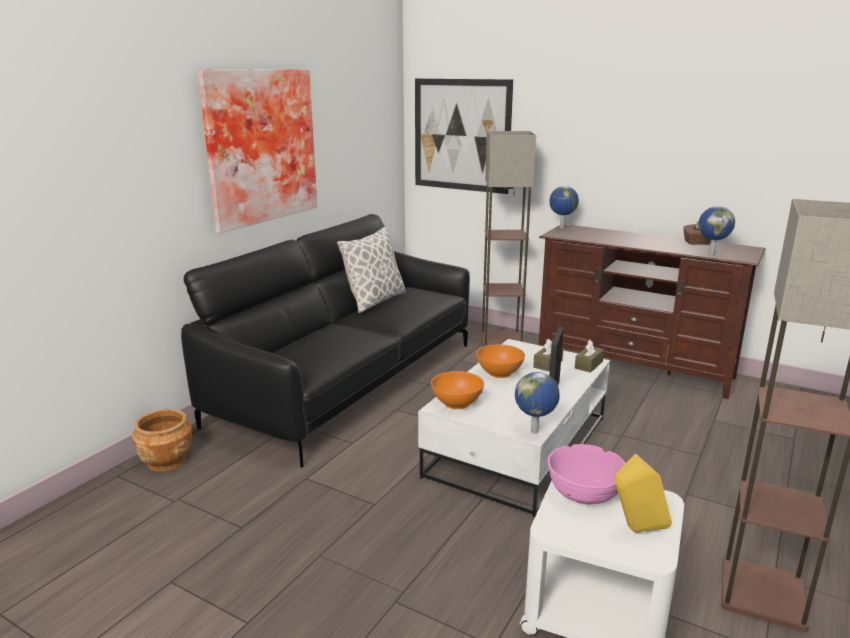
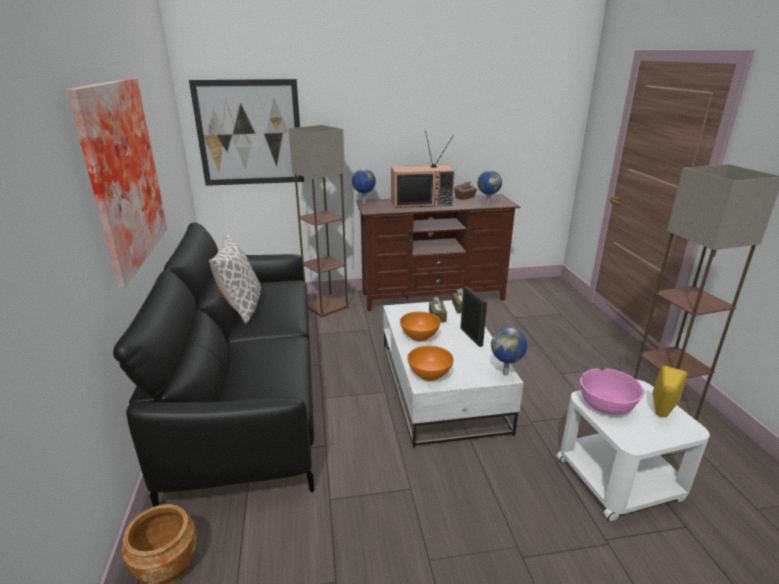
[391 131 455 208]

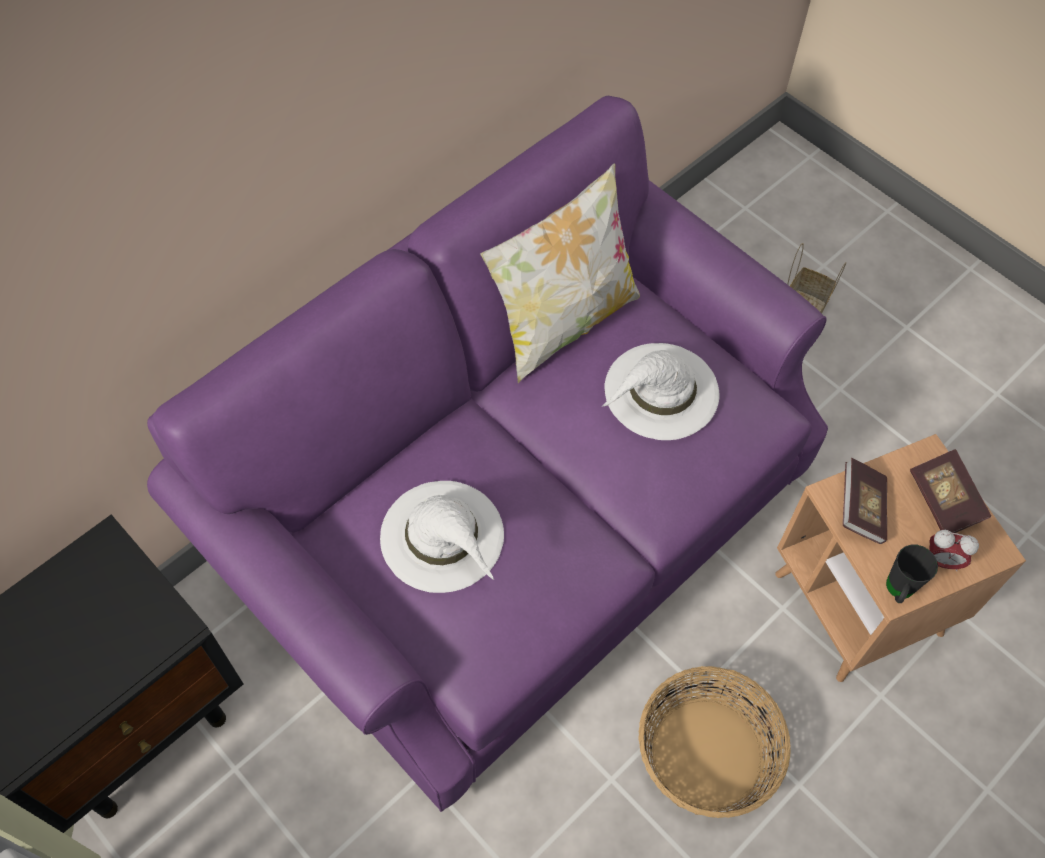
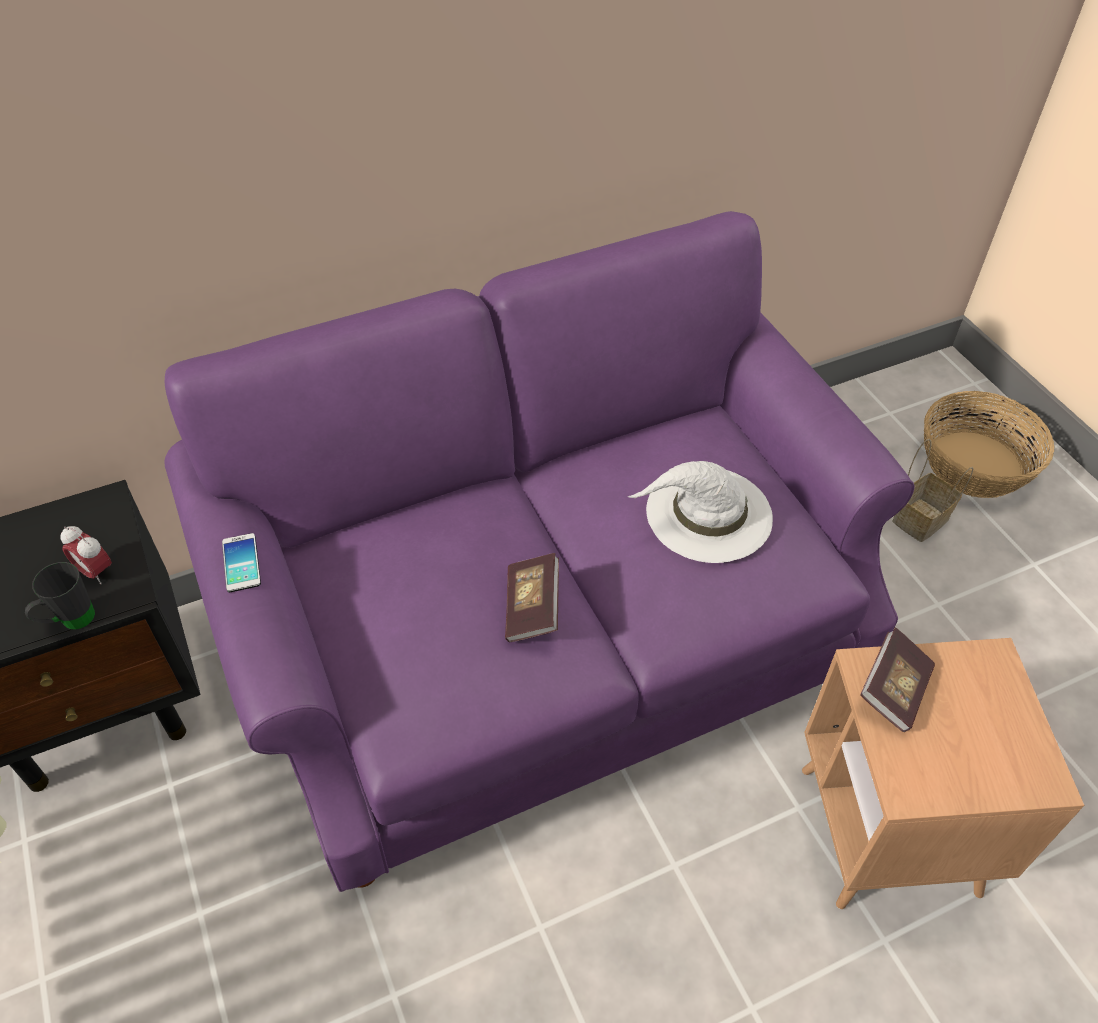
[25 562 95 630]
[61 526 112 584]
[222 533 261 592]
[505 553 559 642]
[924 391 1055 498]
[380 481 504 593] (first image)
[480 164 640 383] (first image)

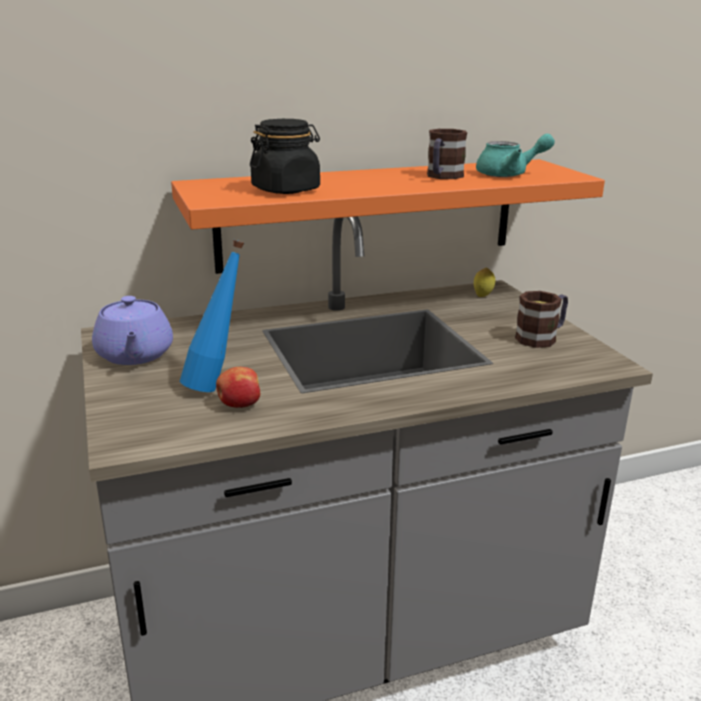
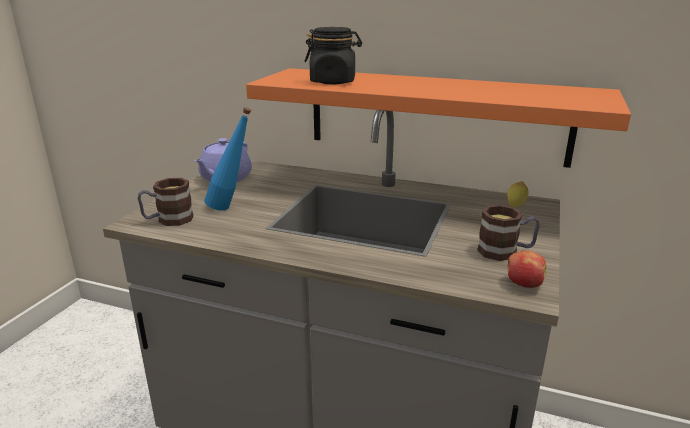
[138 178 194 226]
[508 251 546 288]
[476 134 555 177] (first image)

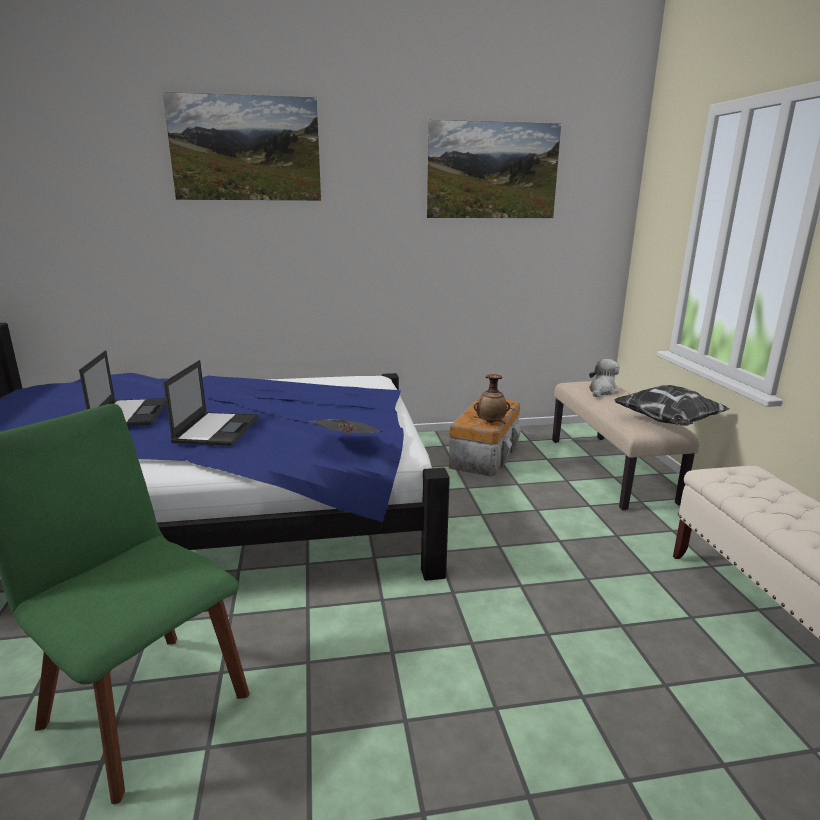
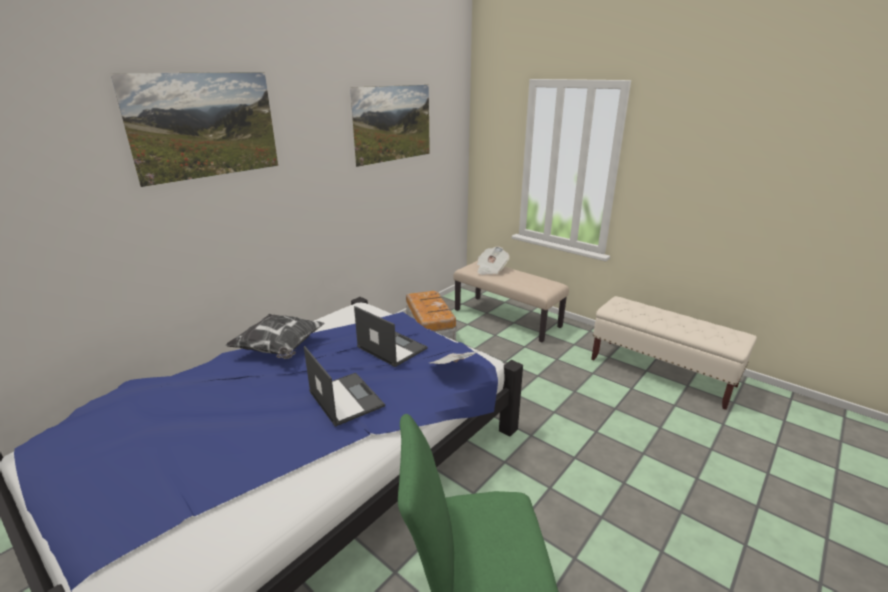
[226 314 325 359]
[354 306 428 367]
[477 246 510 275]
[474 374 510 423] (first image)

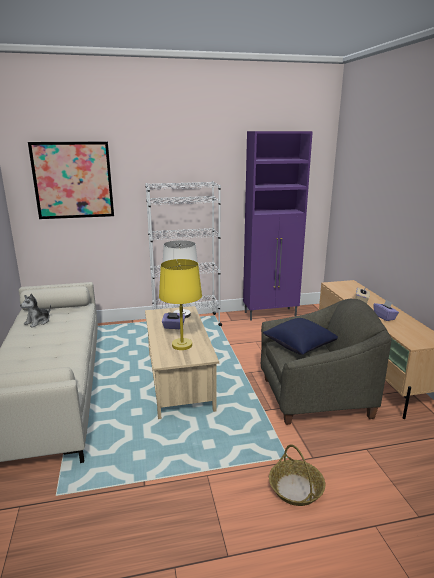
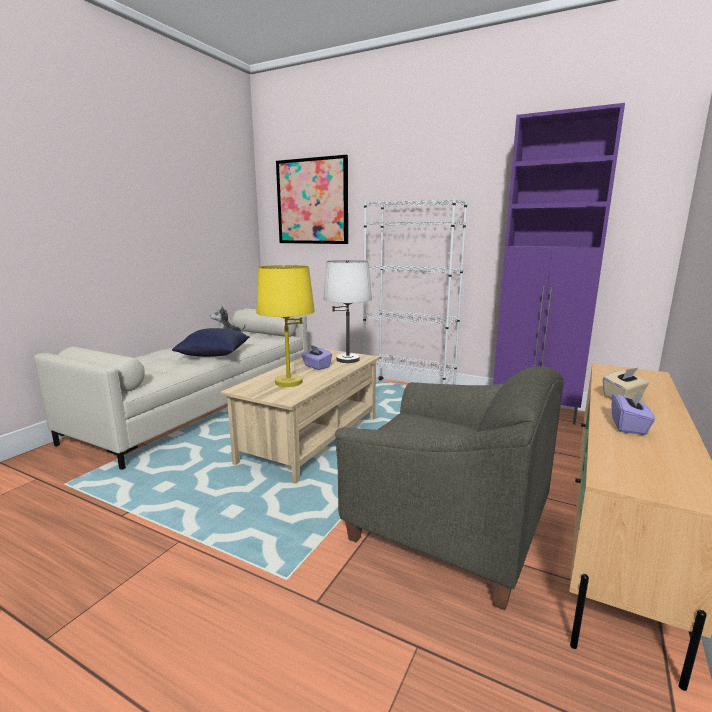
[172 328 250 357]
[269 444 325 506] (first image)

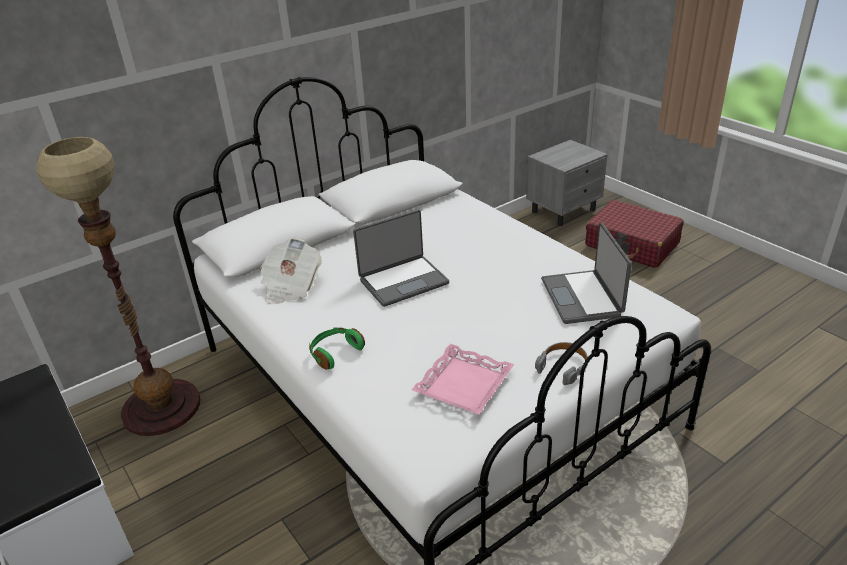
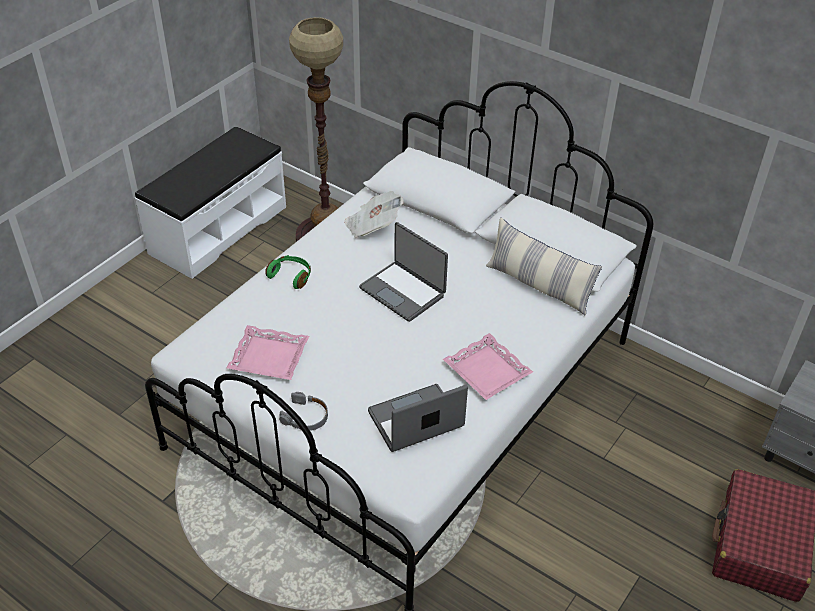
[443 333 533 400]
[486 217 602 316]

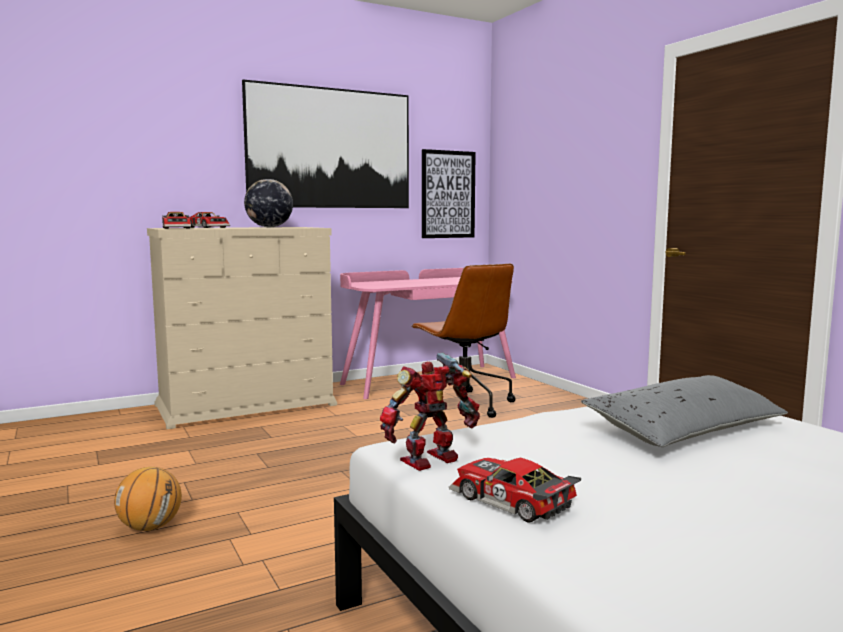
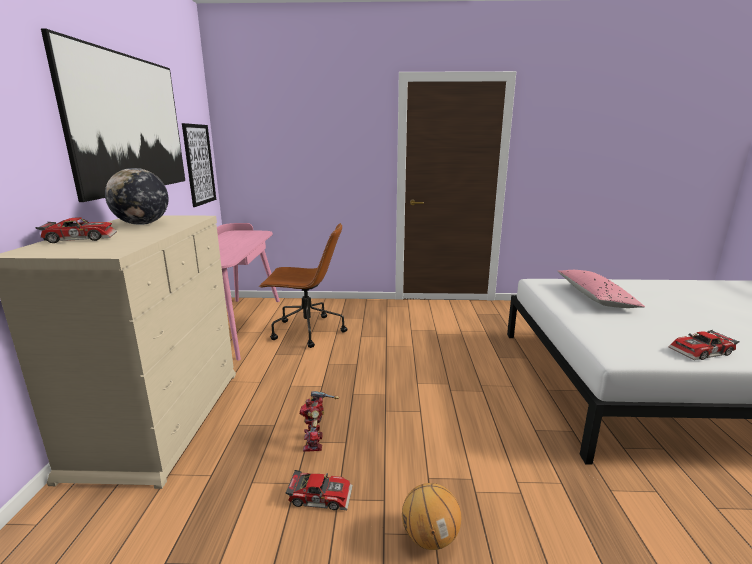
[285 470 353 510]
[300 391 339 452]
[557 270 645 308]

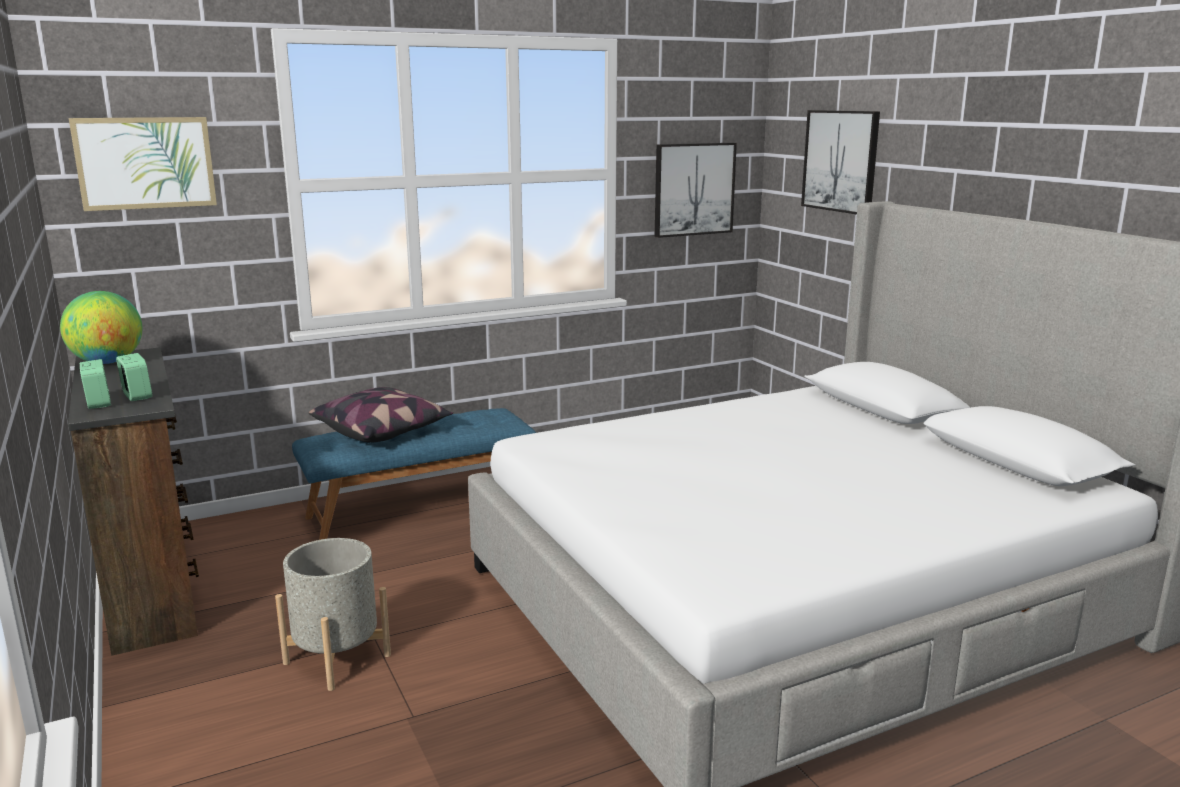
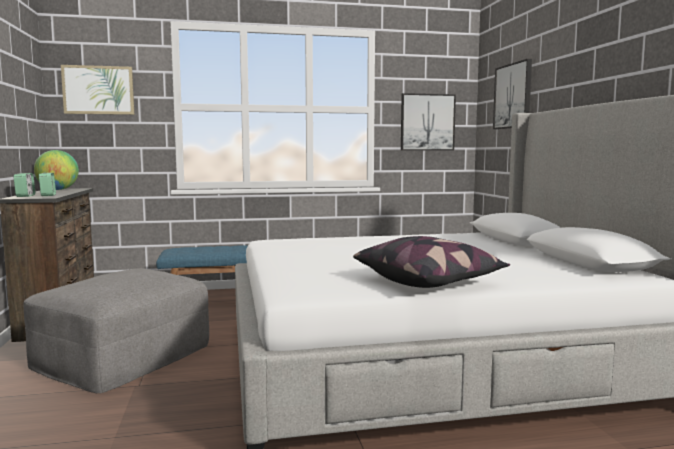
[23 269 209 393]
[353 236 510 288]

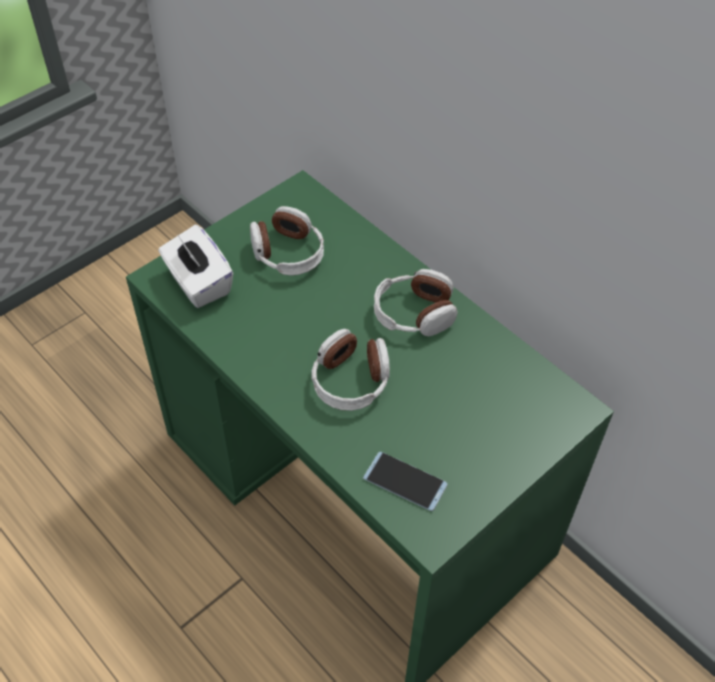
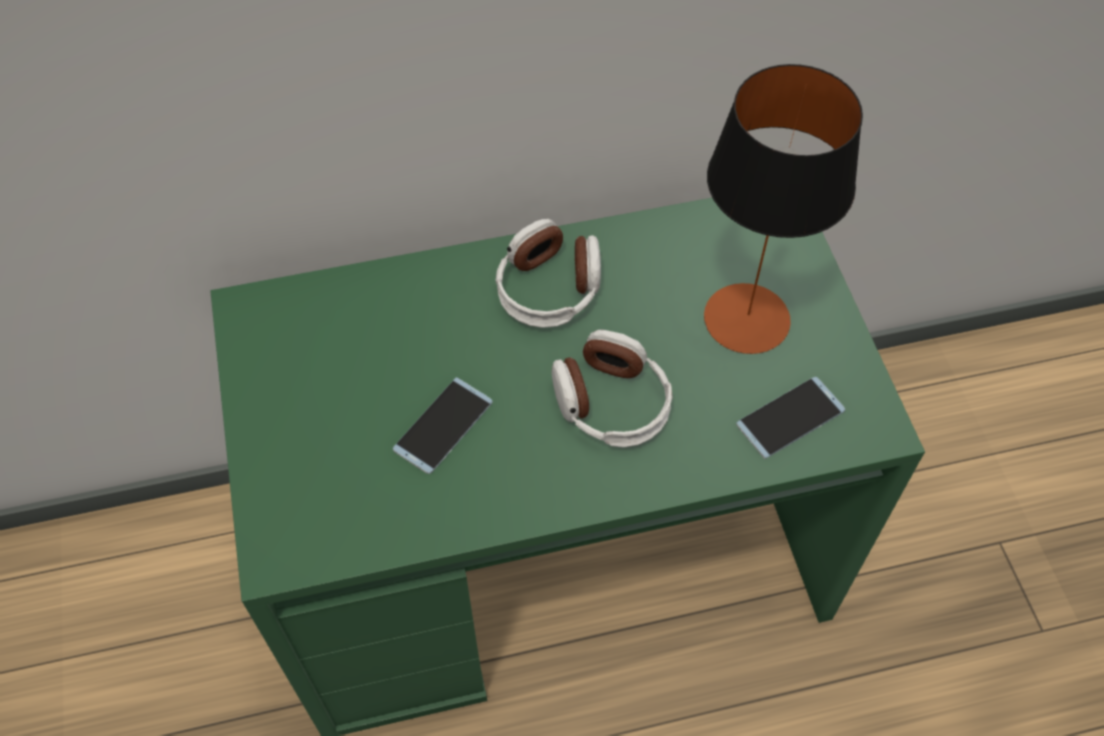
[393 377 493 474]
[704 64 863 354]
[158 225 233 308] (first image)
[250 206 324 275] (first image)

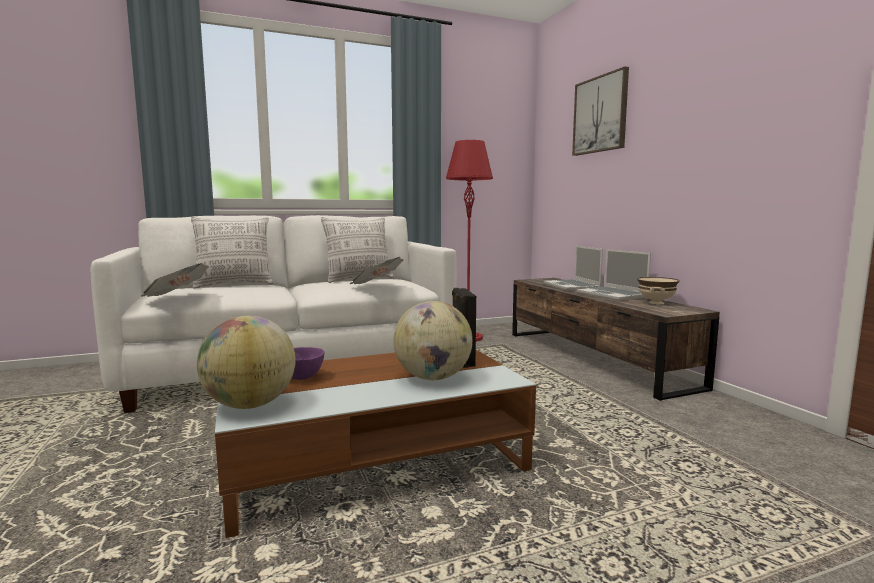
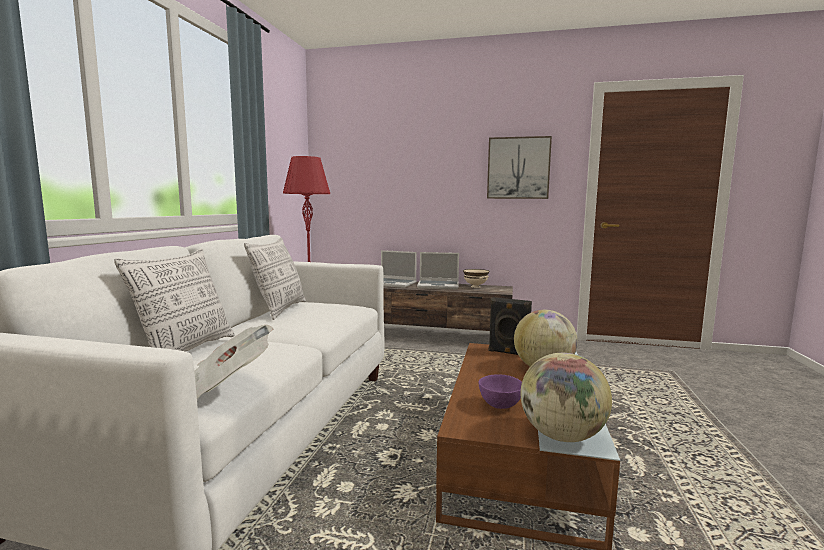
[487 136 552 199]
[350 257 404 284] (first image)

